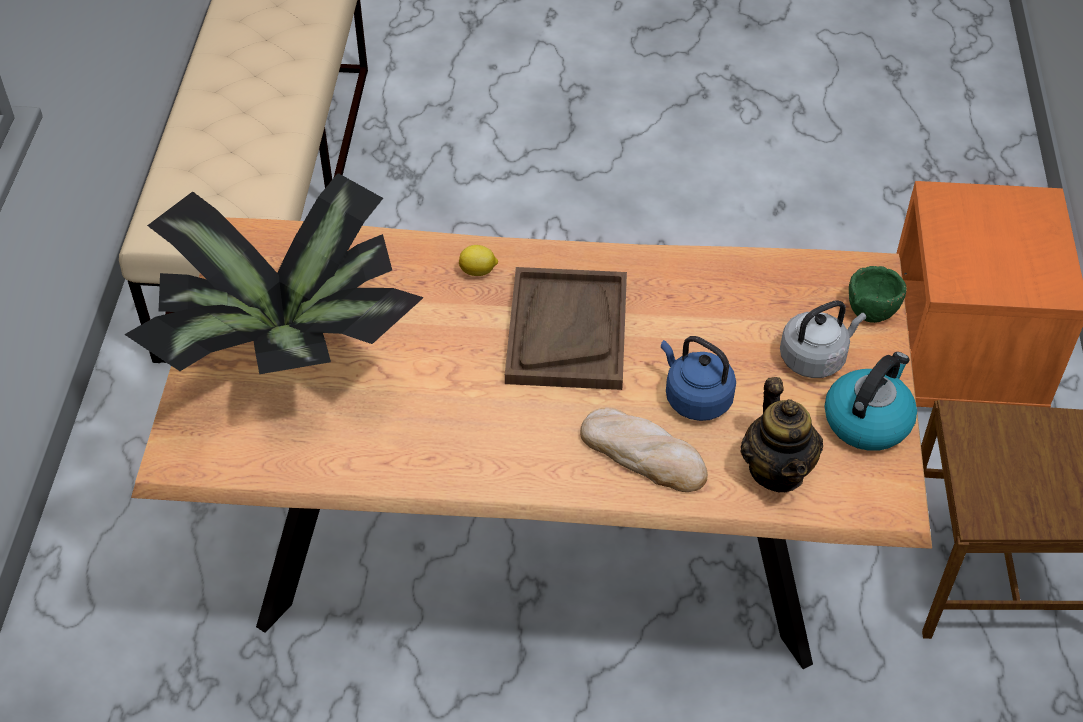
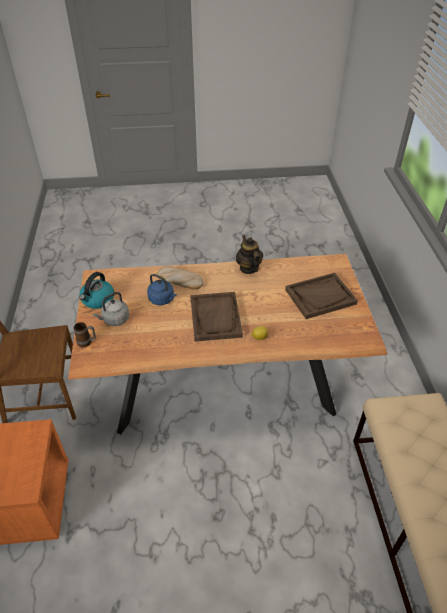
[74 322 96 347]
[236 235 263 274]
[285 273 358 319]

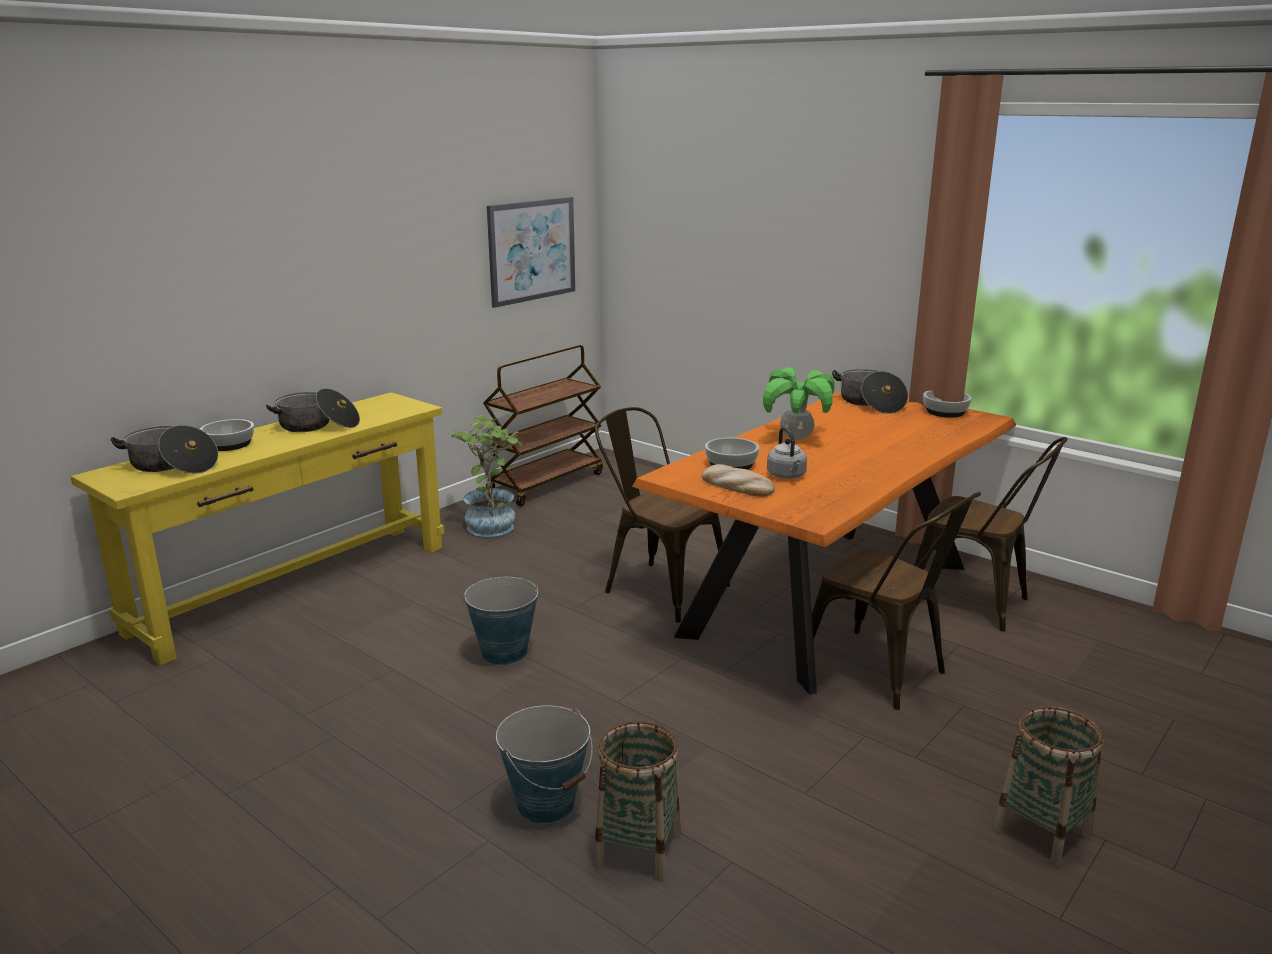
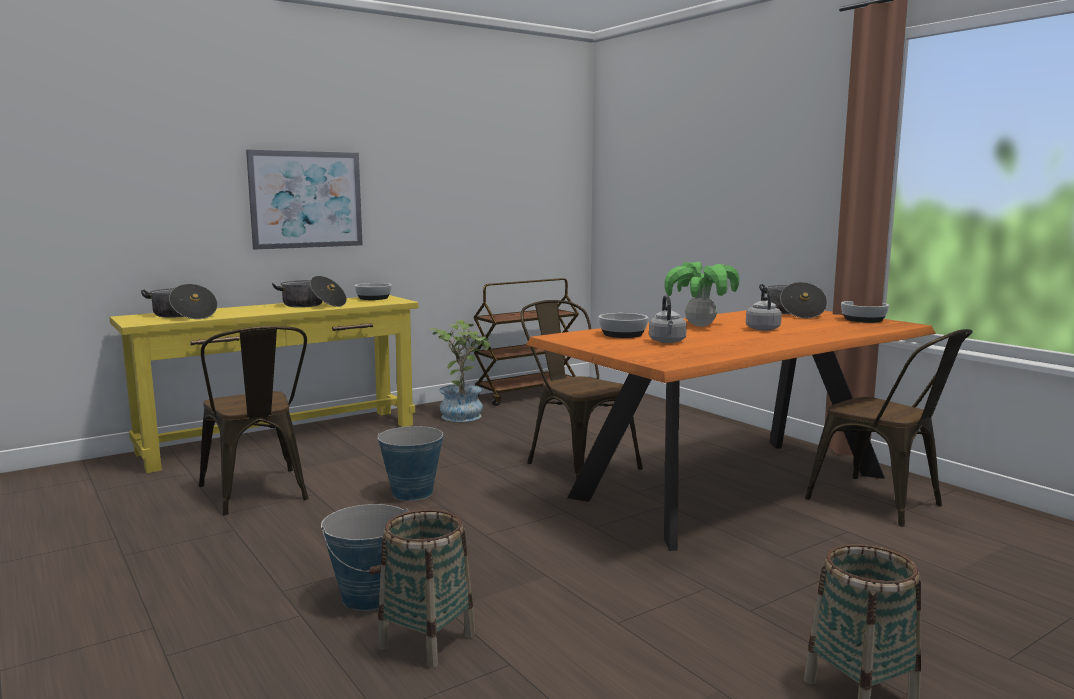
[199 326 309 516]
[246 150 363 250]
[355 283 392 300]
[746 287 782 331]
[702 464 775 497] (first image)

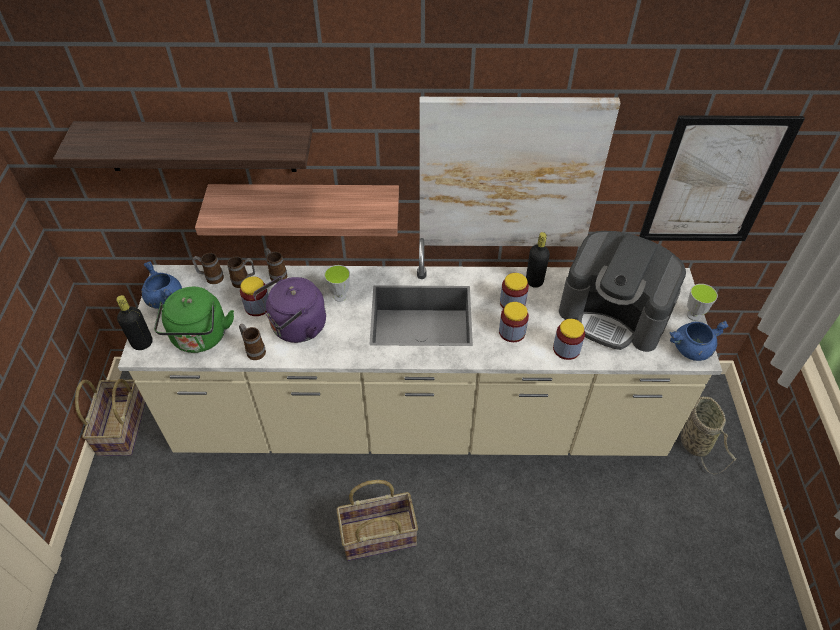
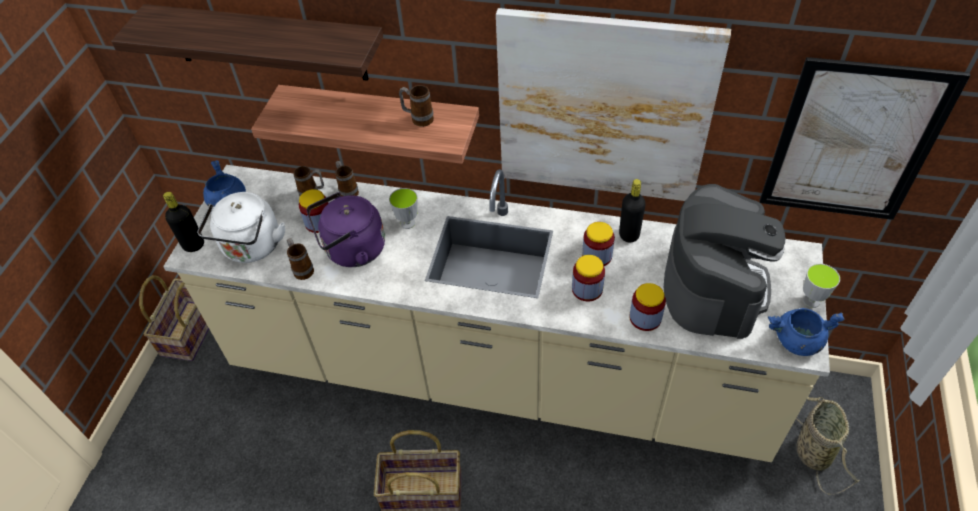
[197 192 285 263]
[399 85 434 127]
[664 184 785 339]

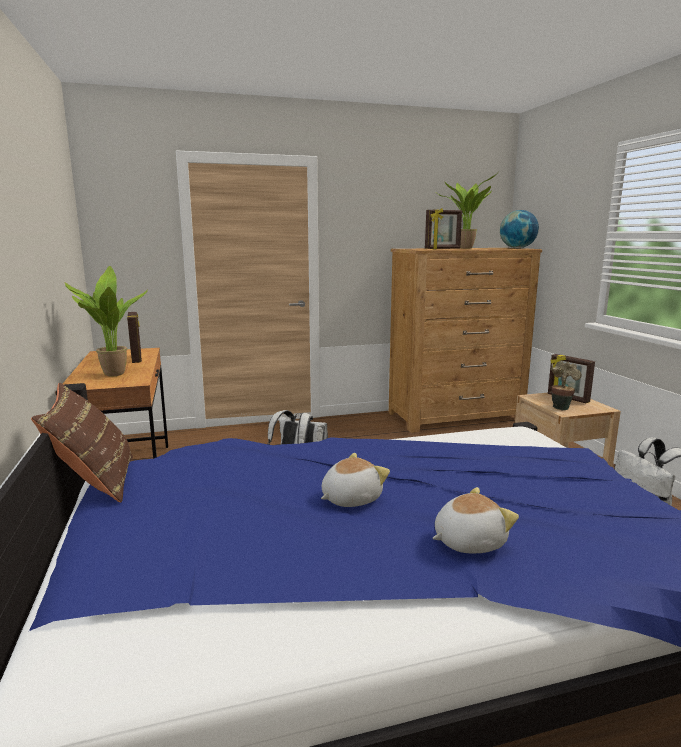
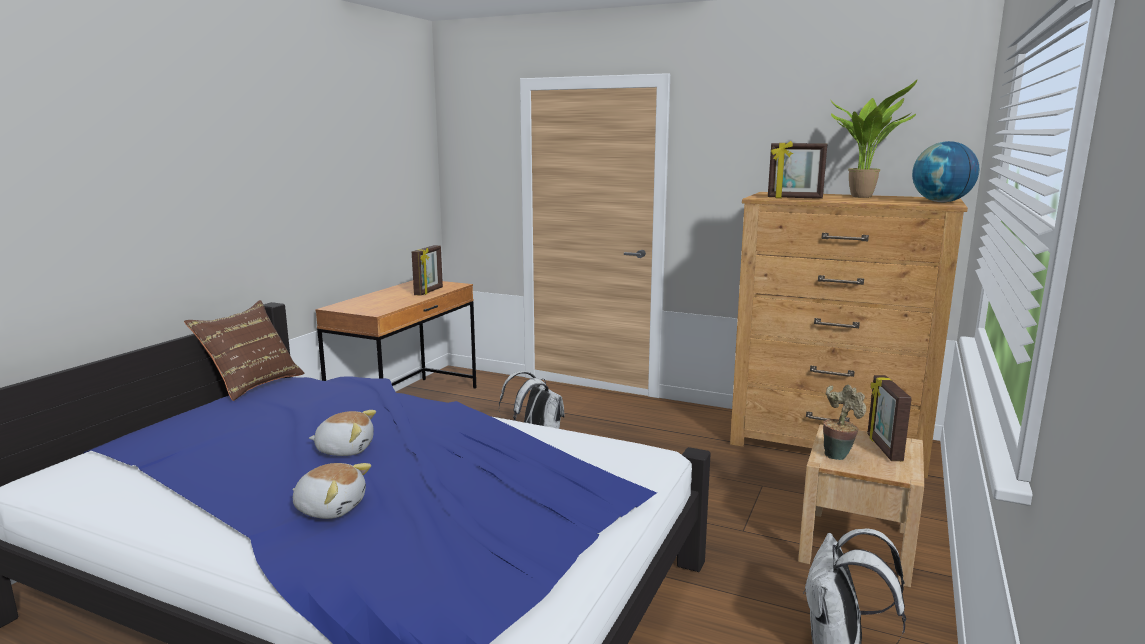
[65 266 148 377] (first image)

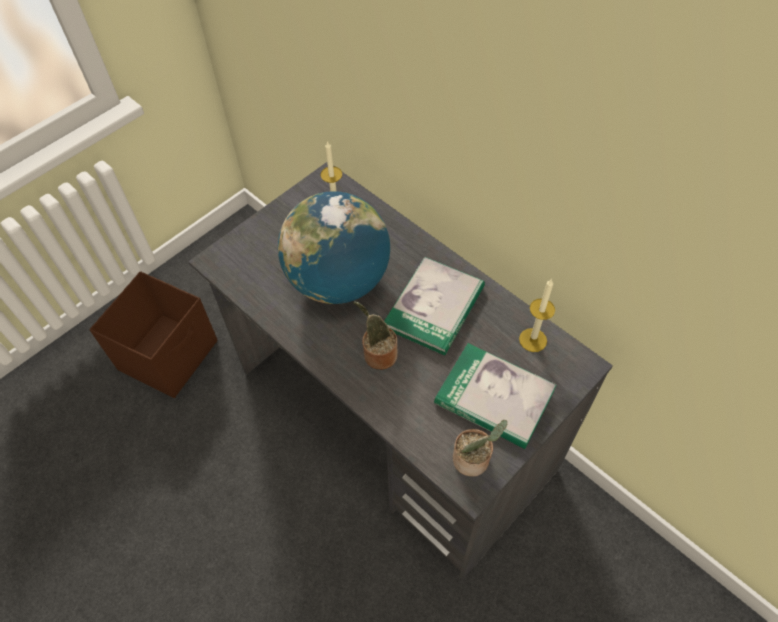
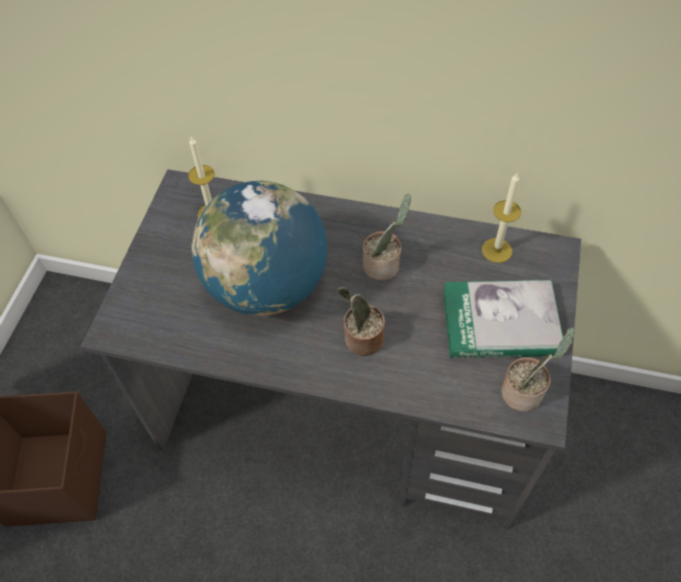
[363 194 411 281]

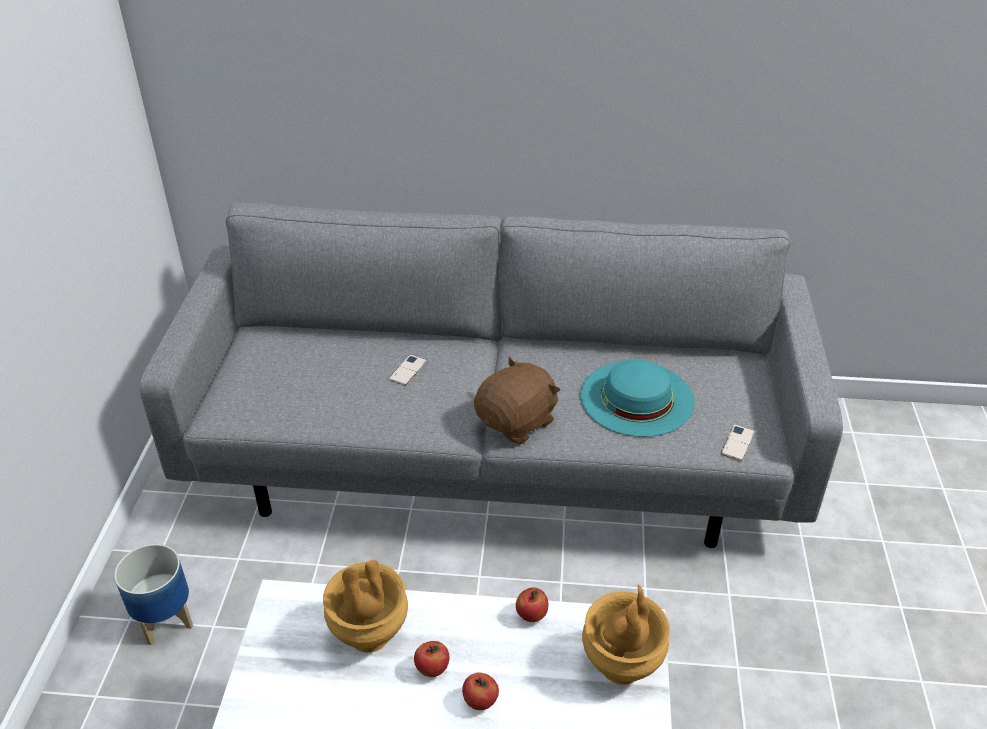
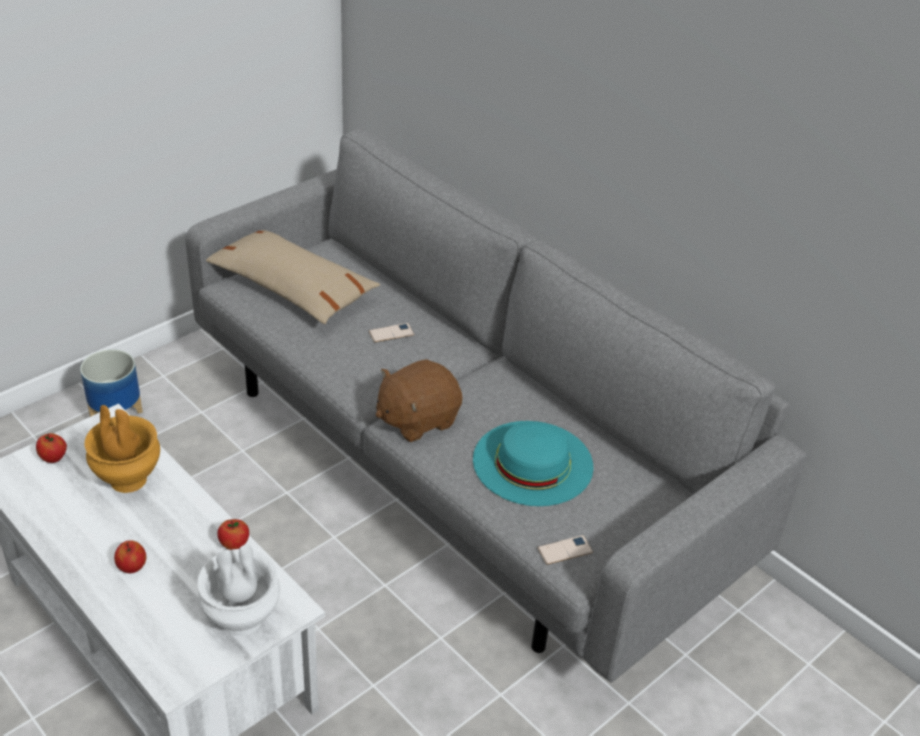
[36 433 67 463]
[197 544 280 636]
[206 230 380 324]
[376 359 462 442]

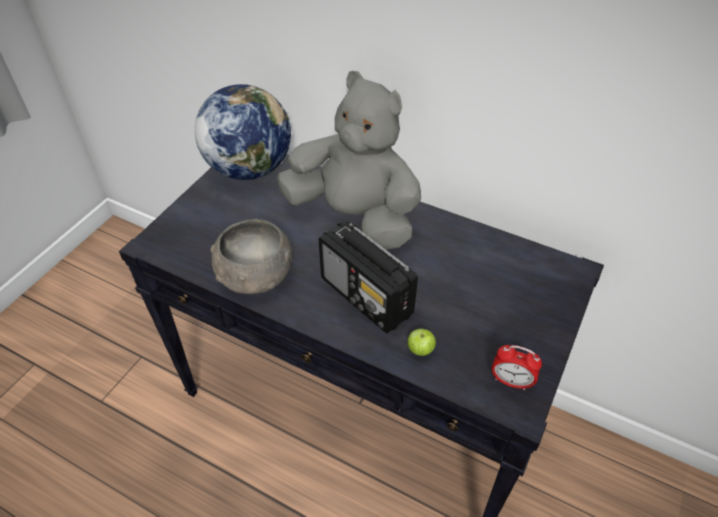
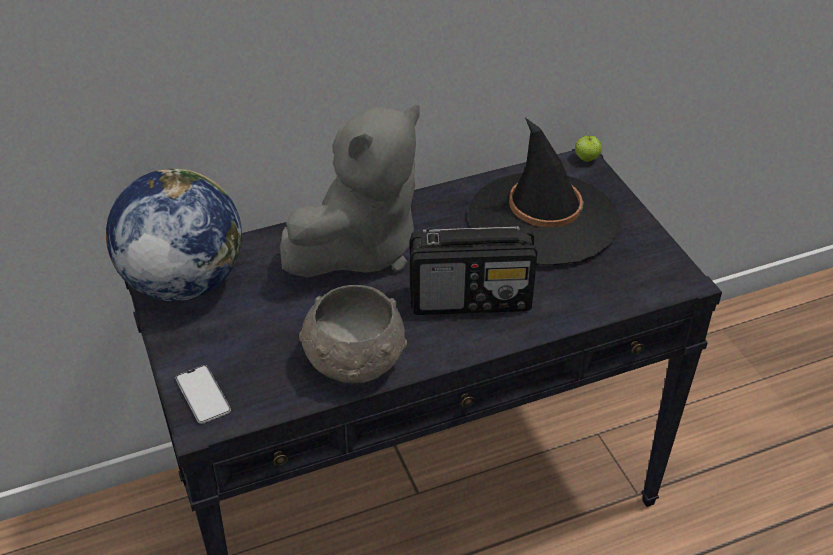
[176 365 231 424]
[280 105 420 278]
[468 118 620 265]
[575 133 602 162]
[492 345 542 390] (first image)

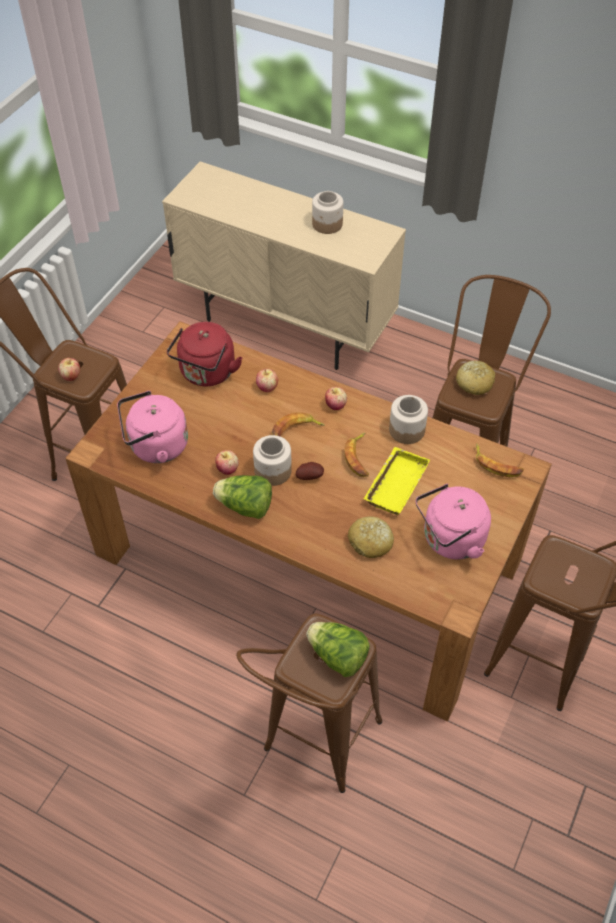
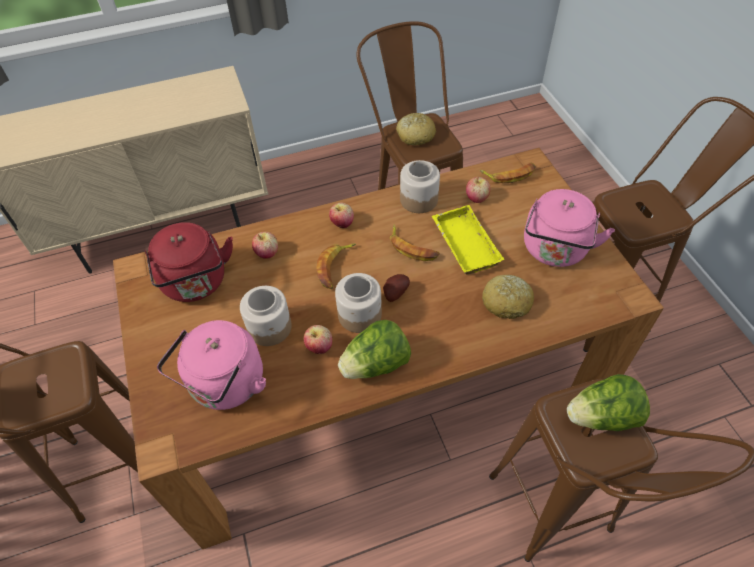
[240 286 292 346]
[466 177 491 203]

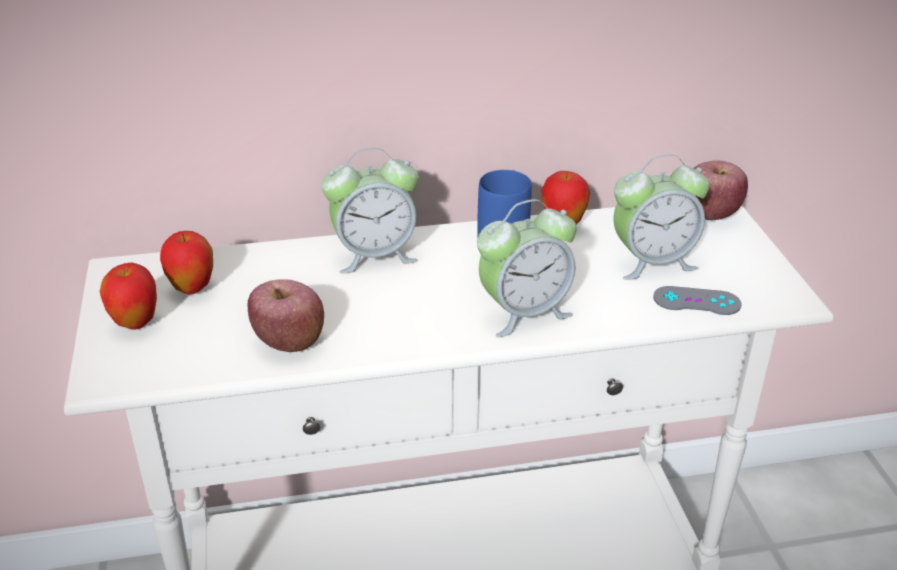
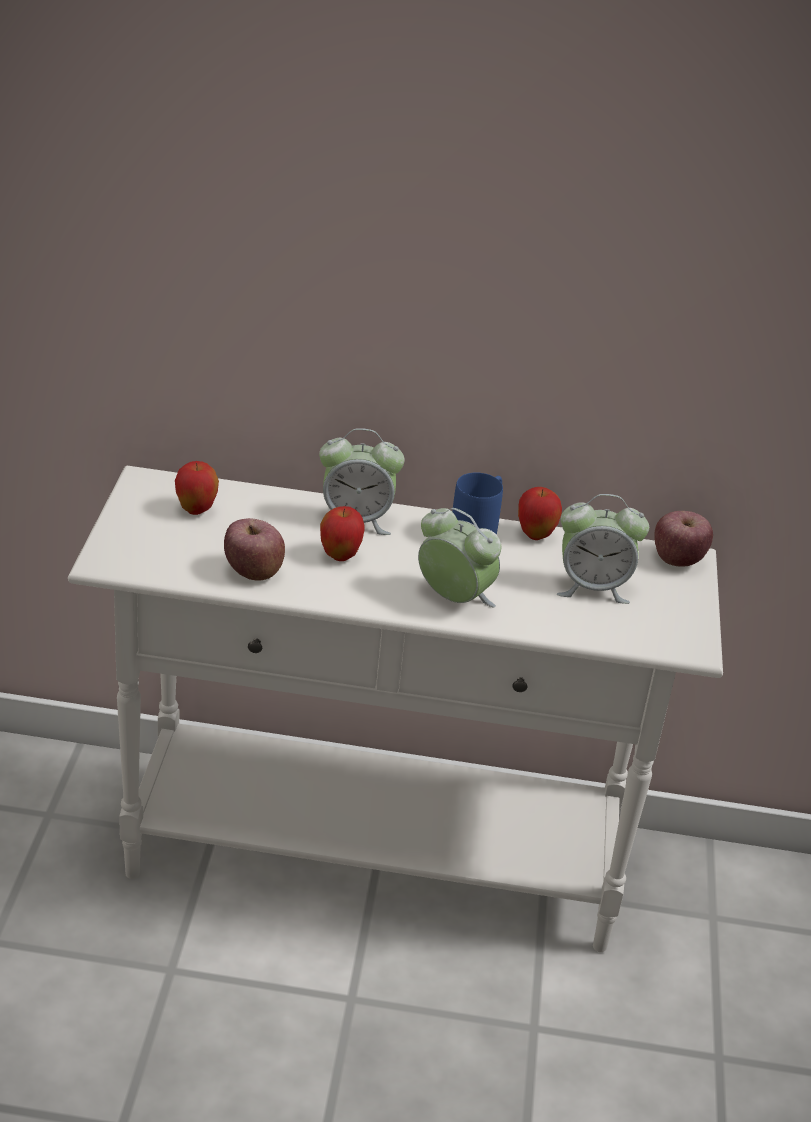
[320 506 365 561]
[418 508 501 607]
[653 286 741 315] (first image)

